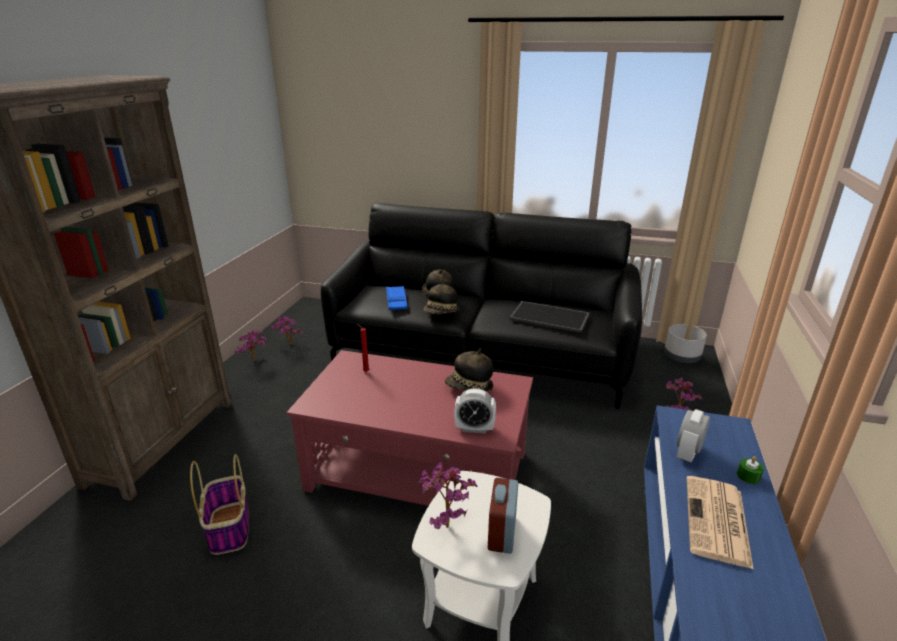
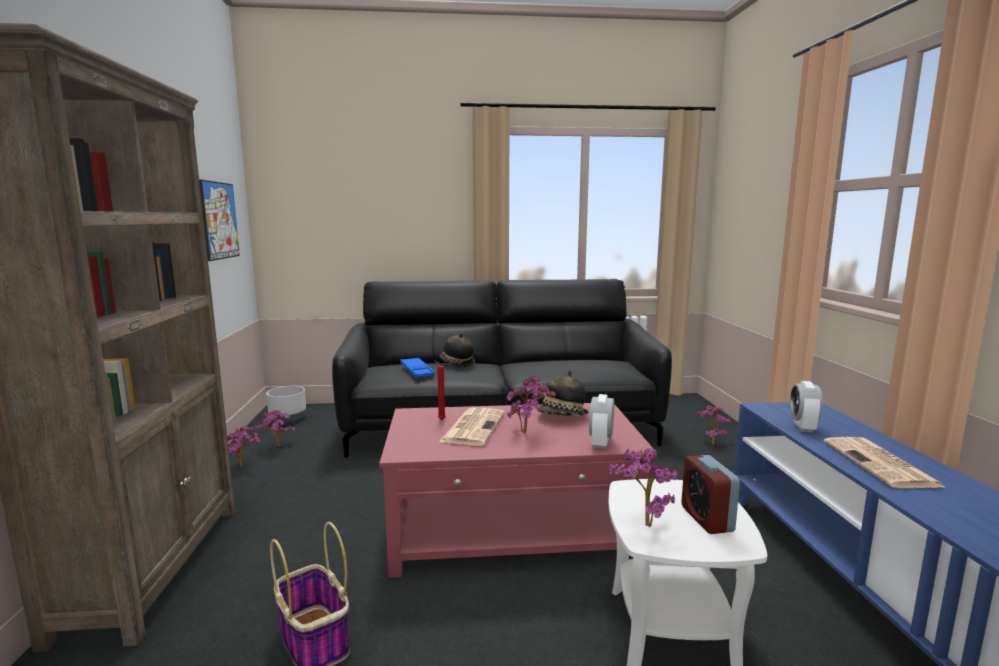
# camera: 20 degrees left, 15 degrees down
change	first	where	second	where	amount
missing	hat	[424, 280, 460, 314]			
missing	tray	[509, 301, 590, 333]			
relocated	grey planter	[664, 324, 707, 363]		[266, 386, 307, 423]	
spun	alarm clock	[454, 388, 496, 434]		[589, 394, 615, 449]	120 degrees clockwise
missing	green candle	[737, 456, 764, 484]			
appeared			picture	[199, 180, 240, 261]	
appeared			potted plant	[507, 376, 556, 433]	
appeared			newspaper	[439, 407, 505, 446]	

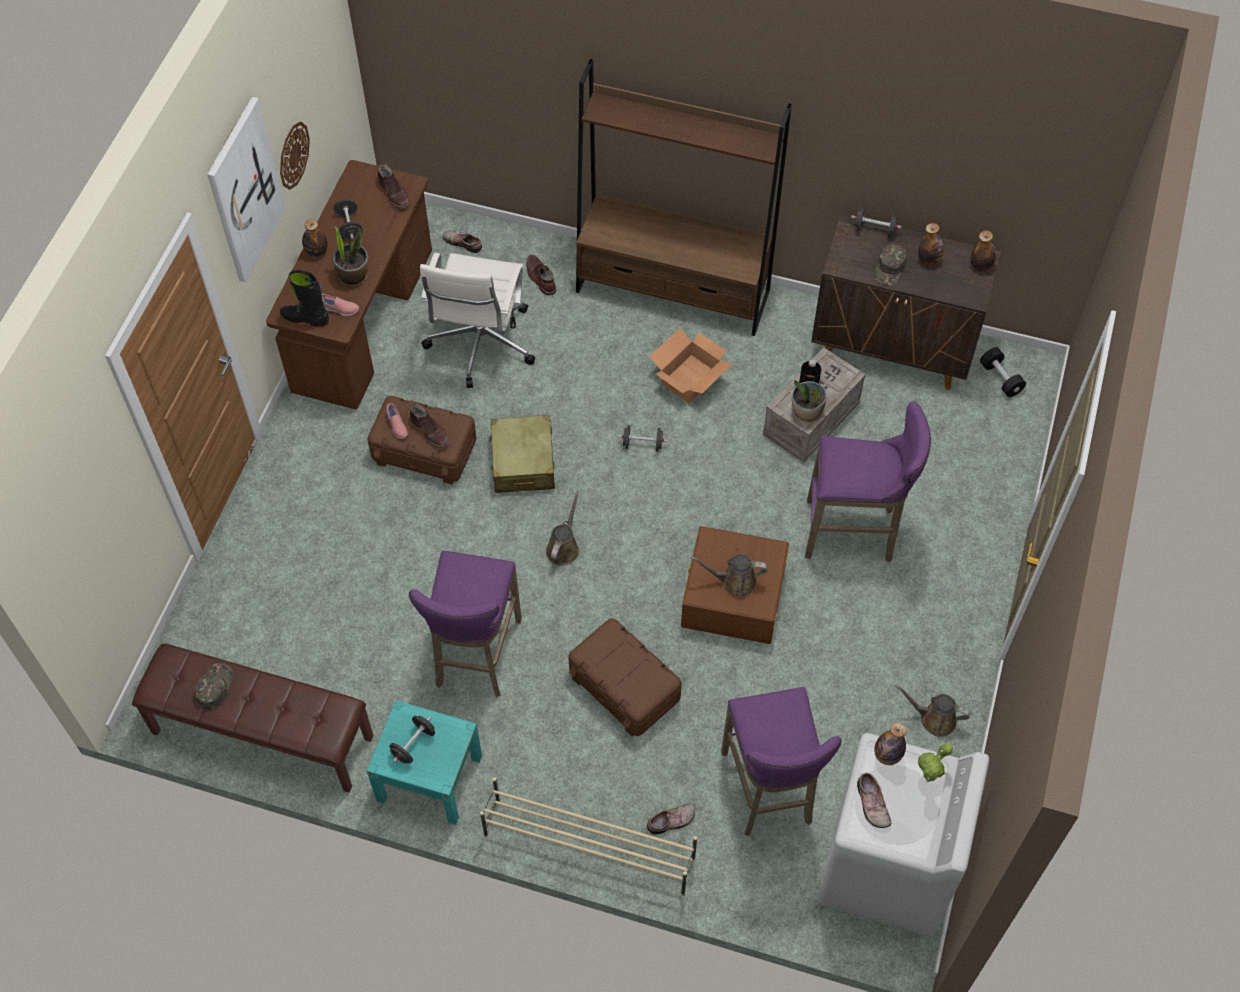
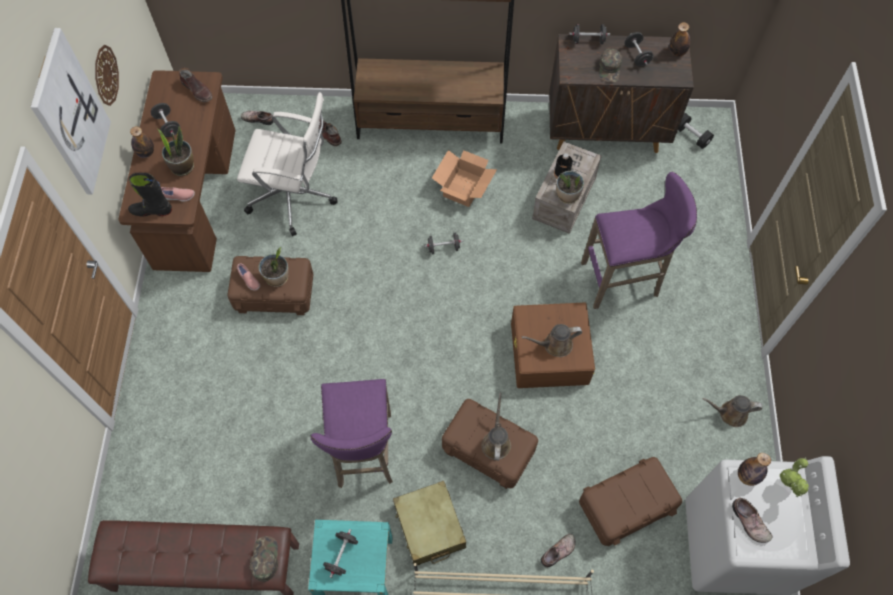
# camera: 15 degrees left, 5 degrees up
change	first	where	second	where	amount
exchanged	bottle	[918, 223, 943, 266]	black dumbbell	[624, 32, 654, 66]	
spun	white office chair	[420, 253, 535, 388]		[237, 92, 338, 236]	75 degrees counterclockwise
exchanged	brown boot	[410, 403, 449, 448]	potted plant	[258, 247, 289, 287]	
relocated	beige suitcase	[489, 415, 555, 493]		[393, 481, 466, 565]	
relocated	brown watering can	[546, 491, 579, 566]		[481, 393, 511, 461]	
relocated	green cap	[194, 663, 233, 709]		[250, 536, 278, 582]	
exchanged	purple stool	[721, 687, 842, 836]	brown storage box	[579, 457, 682, 546]	

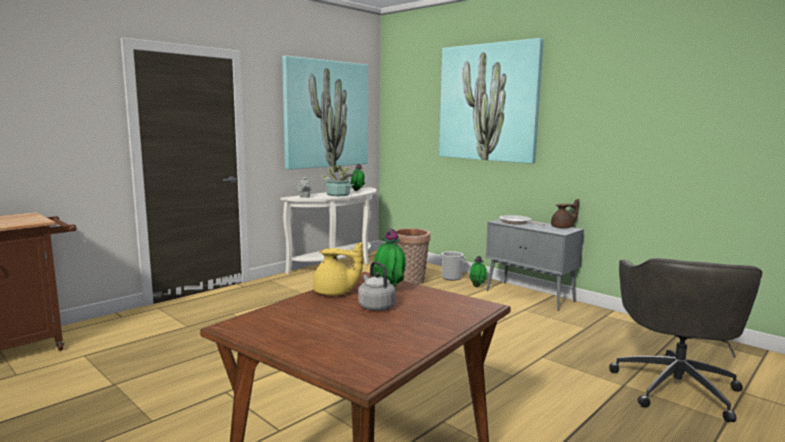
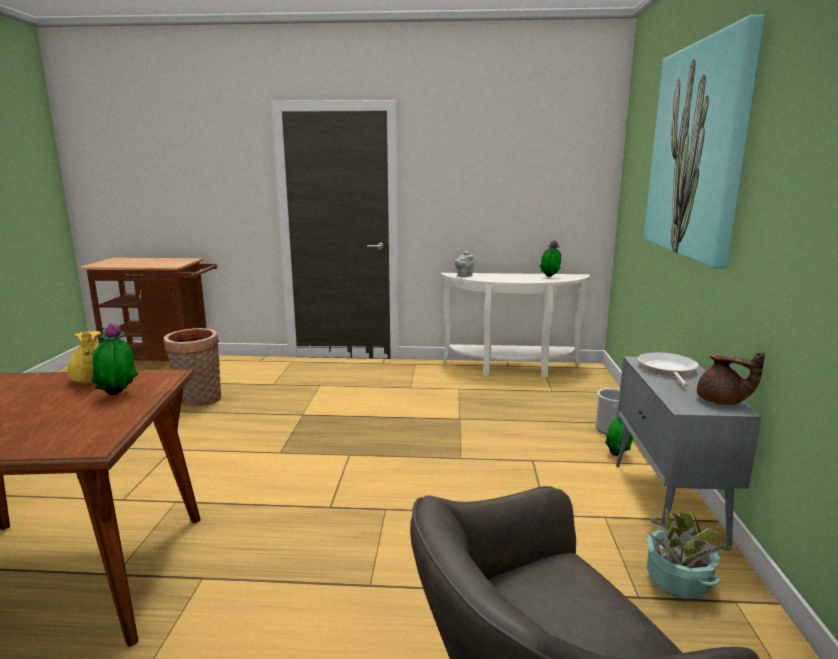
# camera: 50 degrees right, 5 degrees up
change	first	where	second	where	amount
missing	picture	[282, 55, 368, 170]			
relocated	potted plant	[321, 165, 355, 196]		[647, 508, 739, 599]	
relocated	basket	[395, 228, 430, 284]		[164, 328, 221, 407]	
missing	grey kettle	[358, 261, 396, 311]			

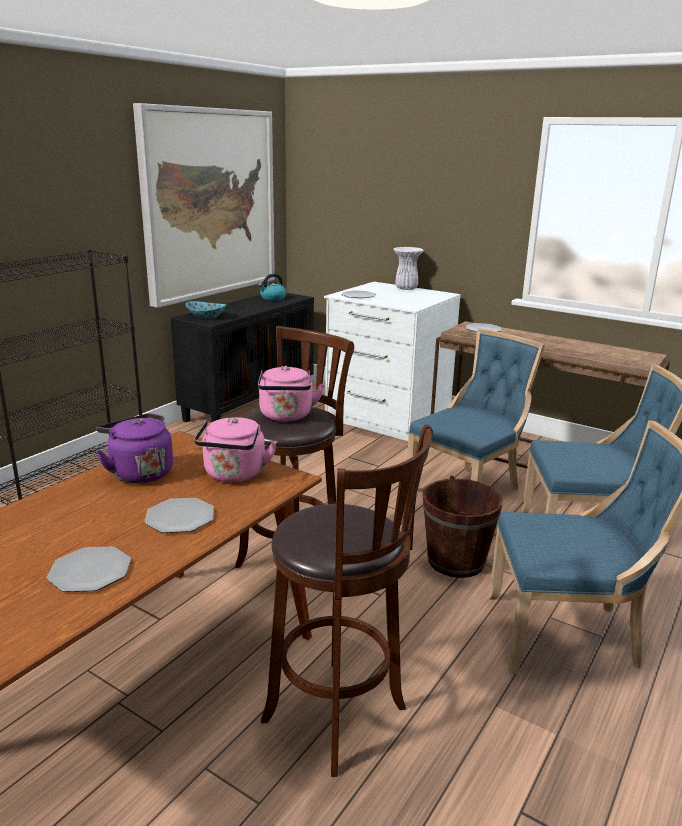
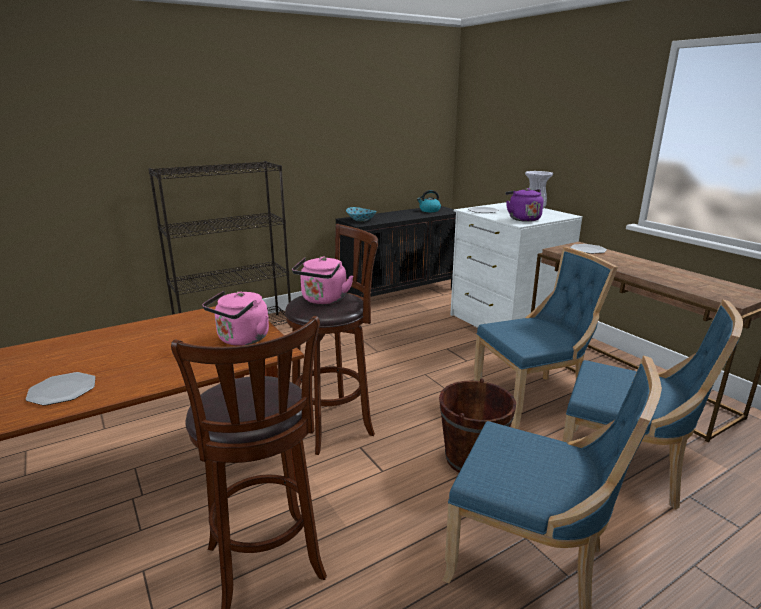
# camera: 25 degrees right, 0 degrees up
change	first	where	second	where	amount
missing	picture	[133, 103, 275, 308]			
relocated	purple kettle	[96, 413, 173, 484]		[505, 188, 543, 222]	
missing	plate	[144, 498, 214, 533]			

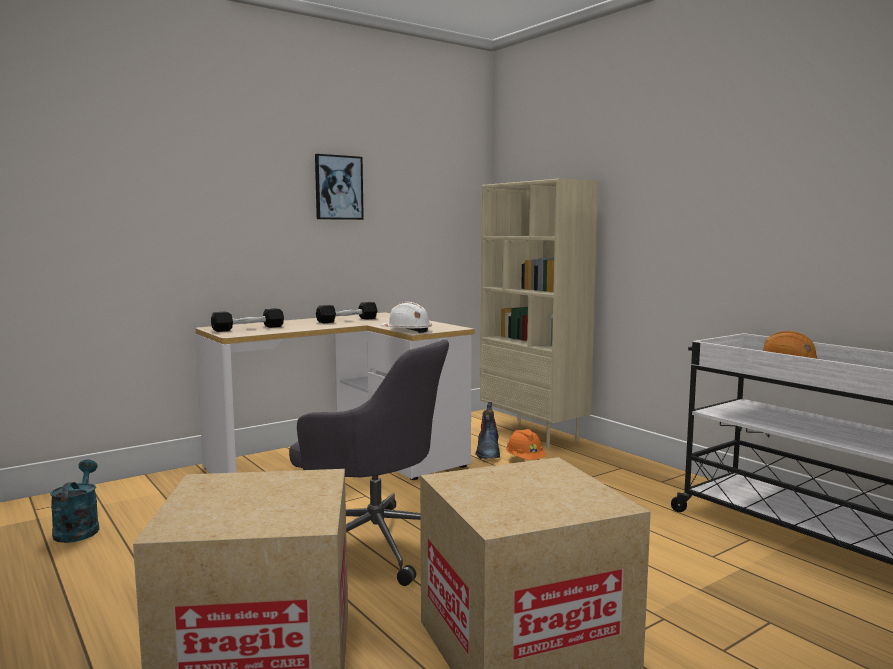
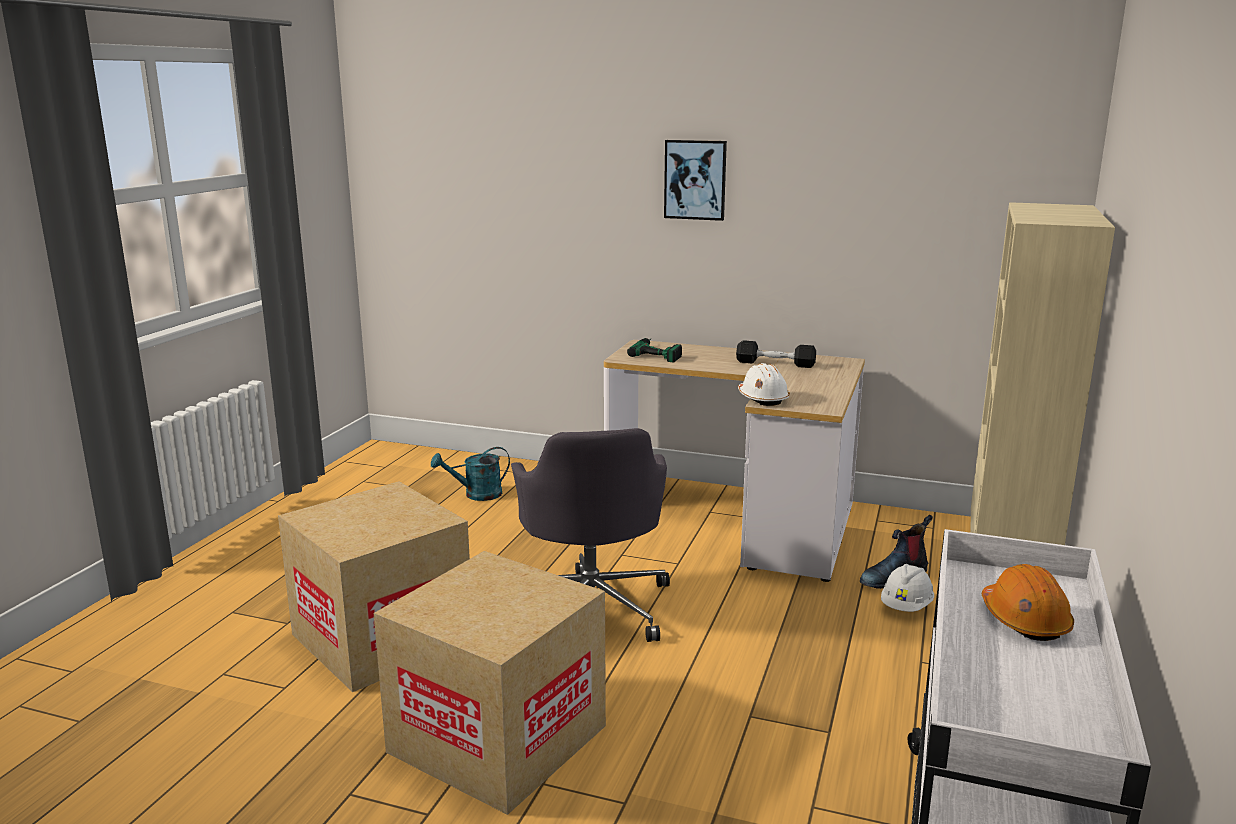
# camera: 55 degrees right, 10 degrees up
change	first	where	second	where	amount
relocated	picture	[315, 154, 364, 220]		[664, 140, 727, 221]	
exchanged	black dumbbell	[211, 308, 284, 332]	power drill	[627, 338, 682, 362]	
colour	orange hard hat	[506, 429, 546, 460]	white hard hat	[881, 564, 934, 612]	
spun	turquoise watering can	[50, 460, 99, 543]		[431, 447, 510, 501]	150 degrees counterclockwise

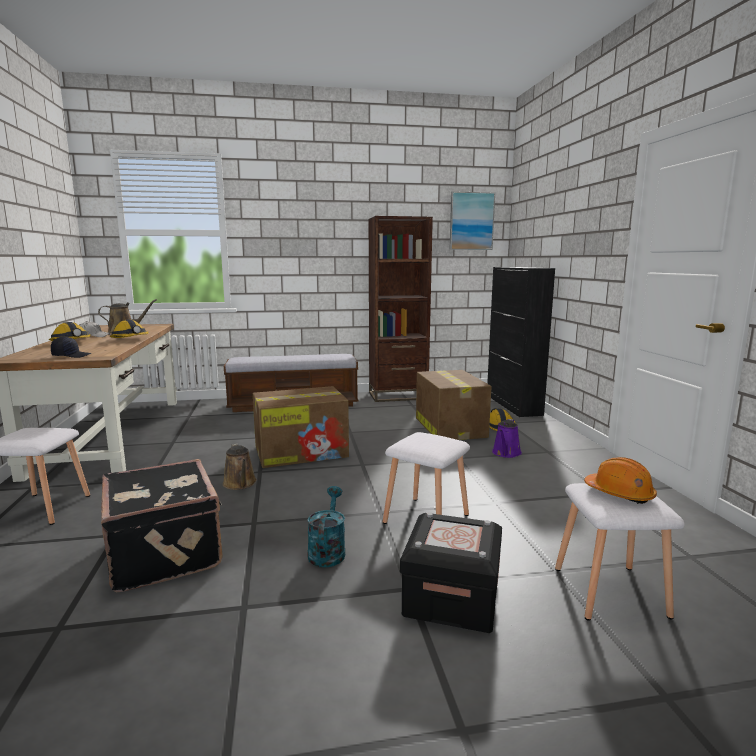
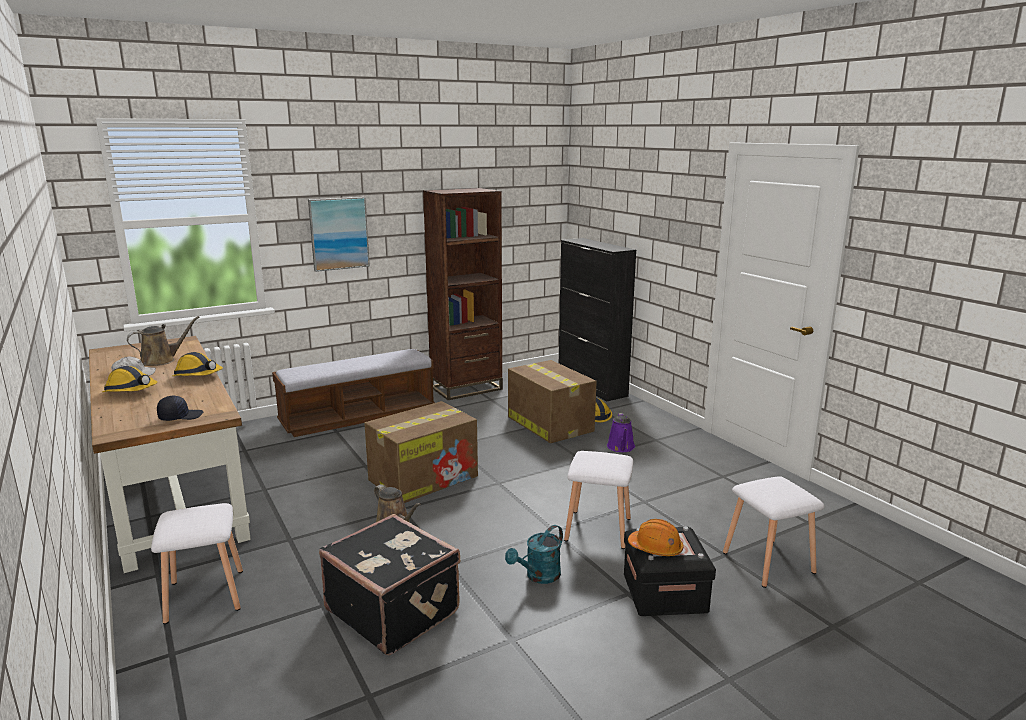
# camera: 20 degrees left, 5 degrees up
change	first	where	second	where	amount
relocated	picture	[450, 191, 495, 250]		[308, 197, 370, 272]	
relocated	orange hard hat	[584, 457, 657, 504]		[628, 519, 683, 557]	
spun	turquoise watering can	[308, 486, 345, 568]		[505, 525, 563, 584]	120 degrees counterclockwise

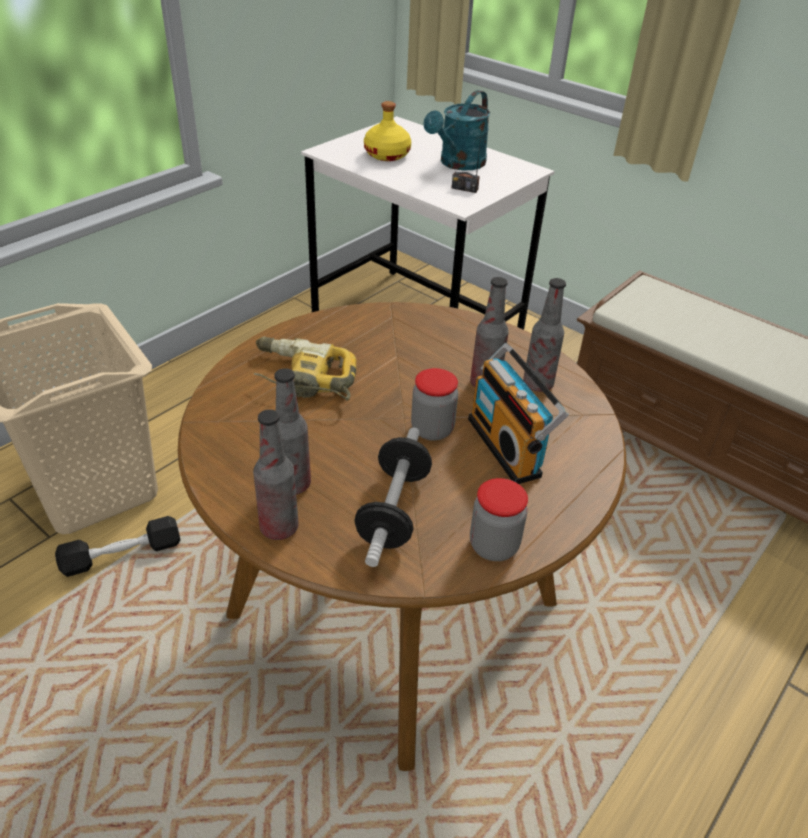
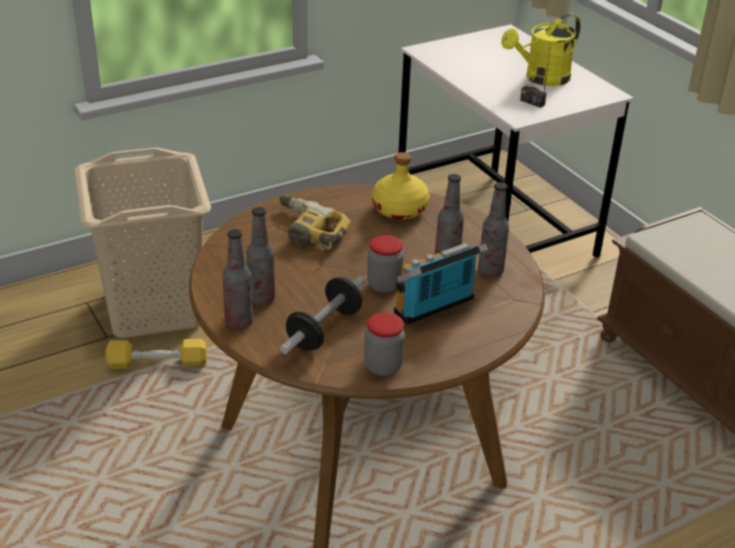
# camera: 20 degrees right, 5 degrees down
change	first	where	second	where	amount
colour	turquoise watering can	[424, 90, 490, 171]	yellow watering can	[501, 13, 580, 86]	
relocated	yellow bottle	[364, 101, 411, 161]		[372, 152, 430, 219]	
spun	radio	[468, 343, 569, 484]		[394, 243, 488, 325]	60 degrees clockwise
colour	black dumbbell	[55, 516, 180, 577]	yellow dumbbell	[105, 339, 207, 369]	

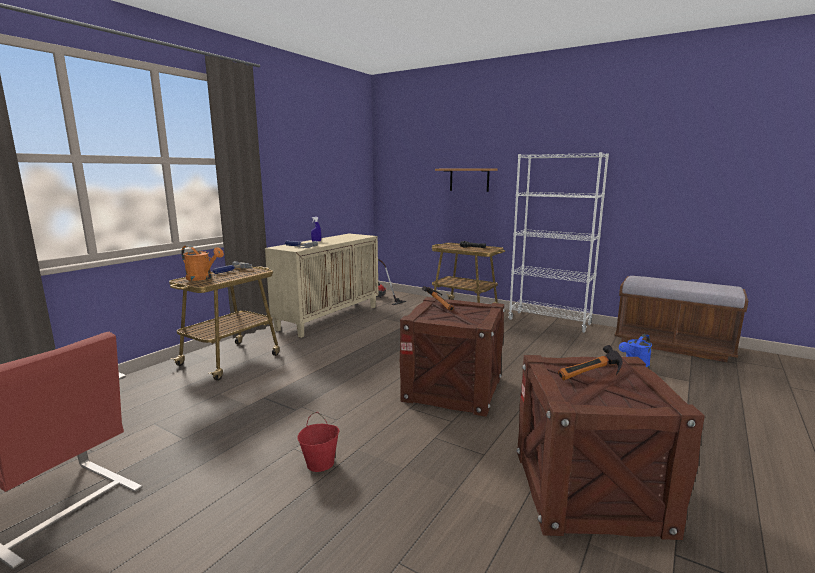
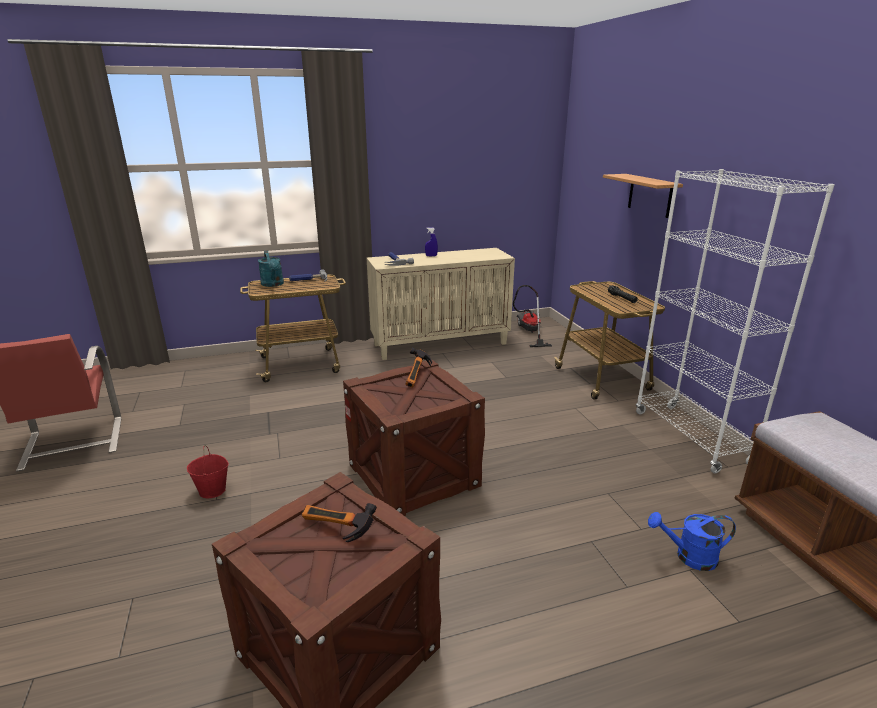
# camera: 40 degrees right, 10 degrees up
change	first	where	second	where	amount
colour	orange watering can	[181, 245, 224, 281]	turquoise watering can	[258, 251, 284, 287]	

